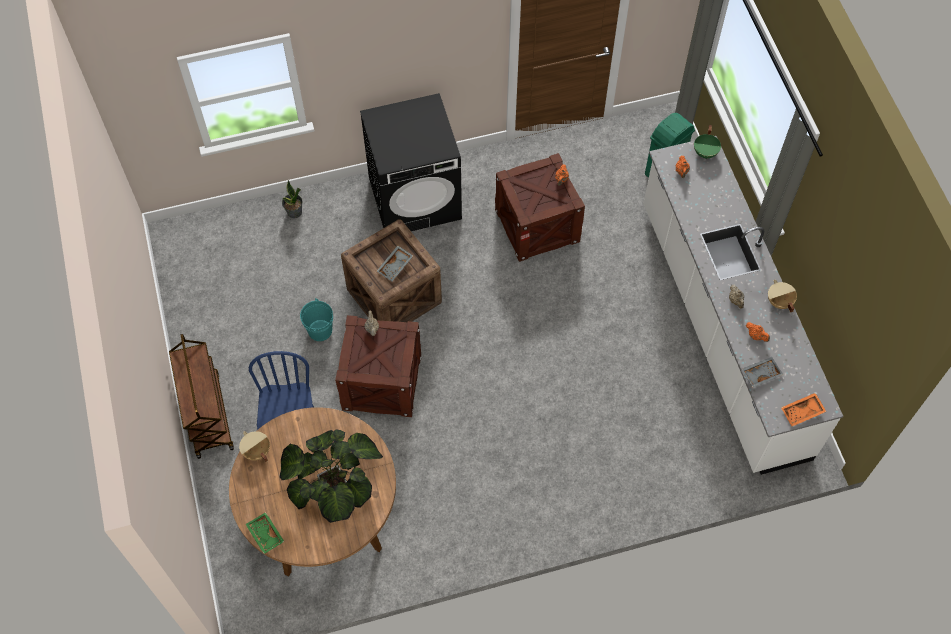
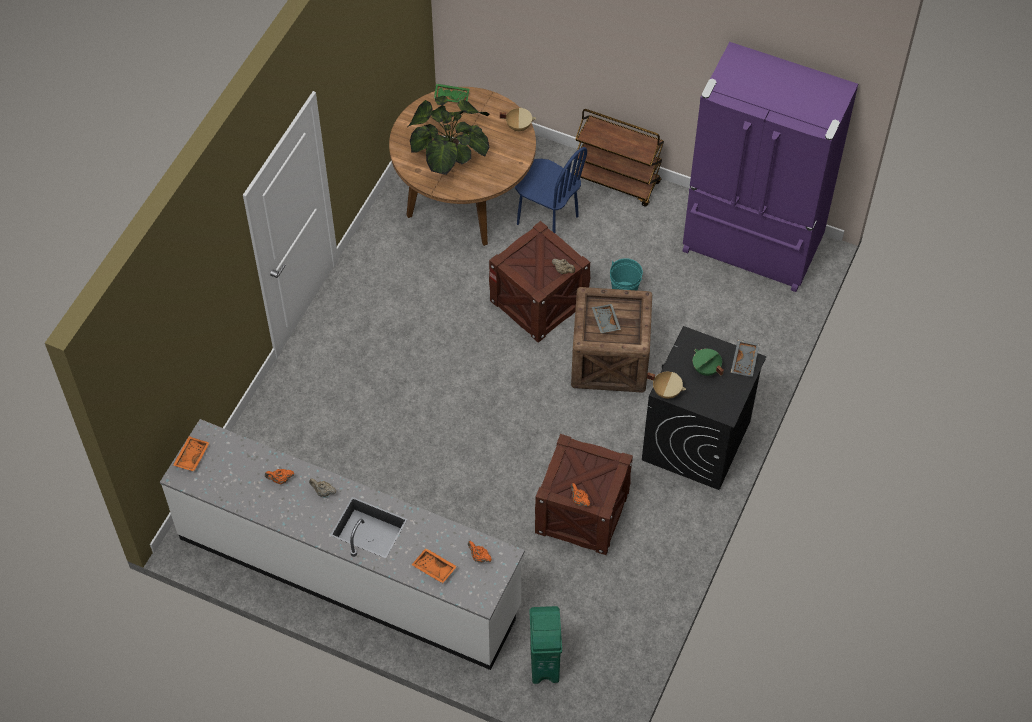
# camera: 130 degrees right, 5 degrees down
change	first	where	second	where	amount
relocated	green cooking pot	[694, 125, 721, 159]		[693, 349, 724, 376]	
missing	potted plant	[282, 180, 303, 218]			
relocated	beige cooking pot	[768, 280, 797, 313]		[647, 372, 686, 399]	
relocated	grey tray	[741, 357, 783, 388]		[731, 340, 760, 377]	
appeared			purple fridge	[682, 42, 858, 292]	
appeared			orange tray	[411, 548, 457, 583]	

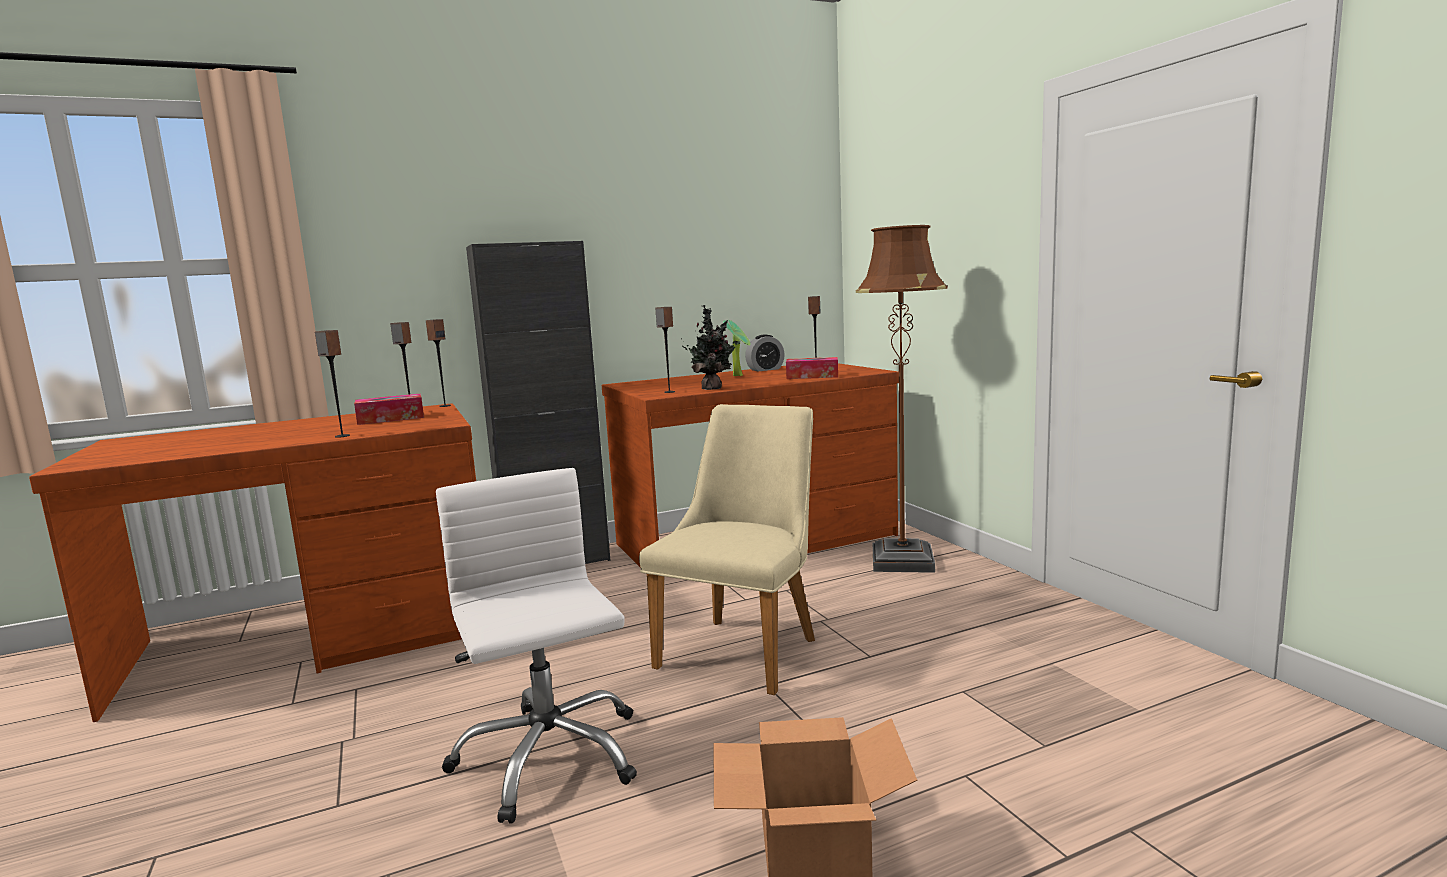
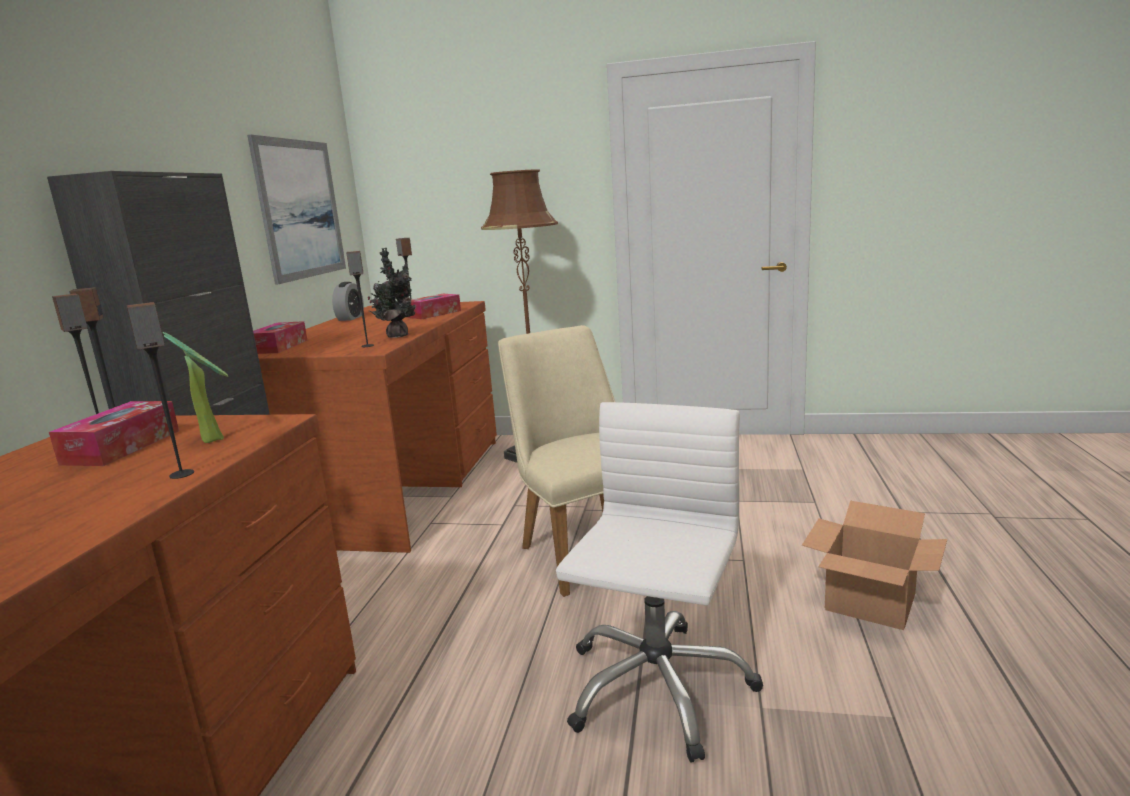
# camera: 55 degrees left, 5 degrees up
change	first	where	second	where	amount
relocated	potted plant	[723, 320, 751, 376]		[163, 332, 228, 443]	
spun	white office chair	[436, 468, 637, 824]		[556, 402, 763, 763]	105 degrees clockwise
appeared			picture	[247, 135, 346, 285]	
appeared			tissue box	[253, 321, 307, 354]	

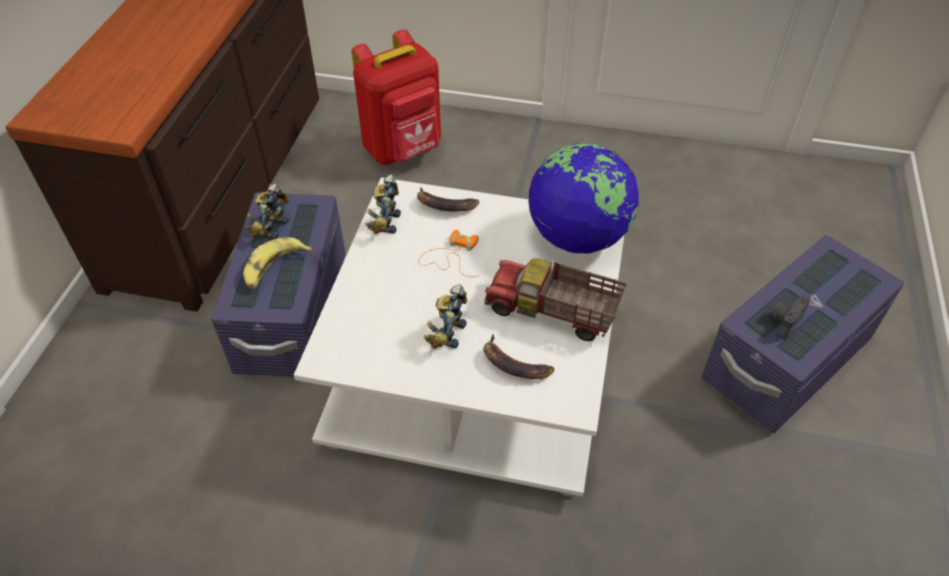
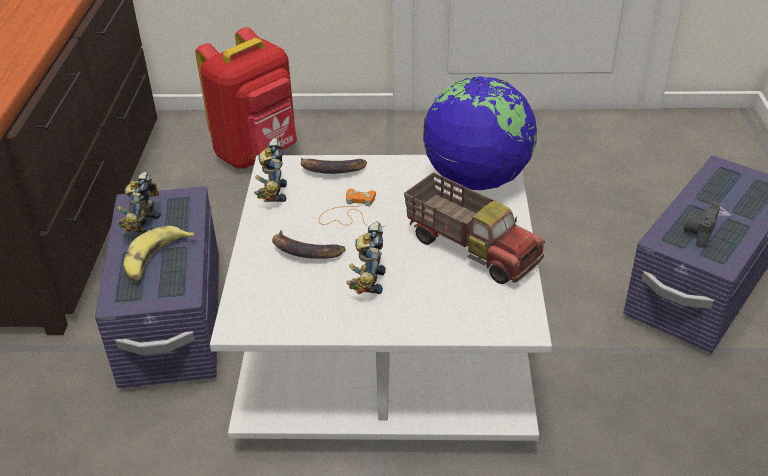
# camera: 10 degrees left, 10 degrees down
change	first	where	second	where	amount
spun	toy truck	[484, 258, 627, 341]		[404, 172, 545, 284]	150 degrees counterclockwise
relocated	banana	[483, 334, 554, 379]		[272, 230, 346, 259]	

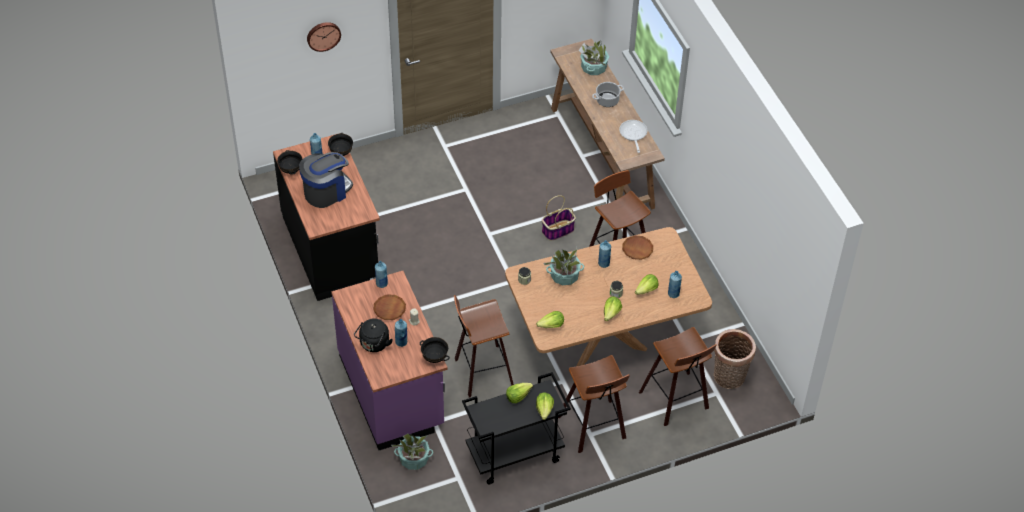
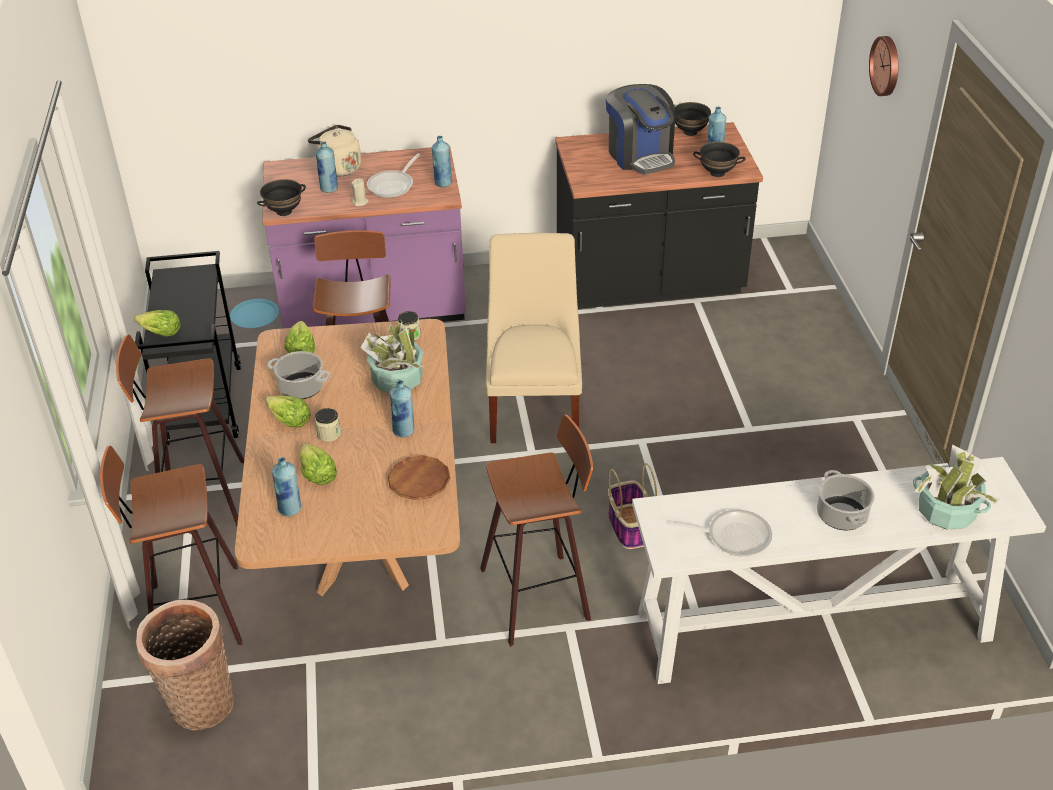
# camera: 105 degrees right, 10 degrees down
change	first	where	second	where	amount
colour	brown console table	[550, 39, 665, 209]	white console table	[632, 457, 1046, 684]	
exchanged	brown plate	[373, 295, 406, 320]	frying pan	[367, 153, 421, 198]	
colour	black kettle	[354, 319, 393, 352]	beige kettle	[308, 125, 361, 177]	
missing	lettuce	[506, 383, 533, 403]			
exchanged	potted plant	[391, 433, 433, 470]	blue plate	[230, 299, 279, 328]	
appeared			beige chair	[486, 233, 582, 443]	
appeared			cooking pot	[267, 351, 331, 399]	

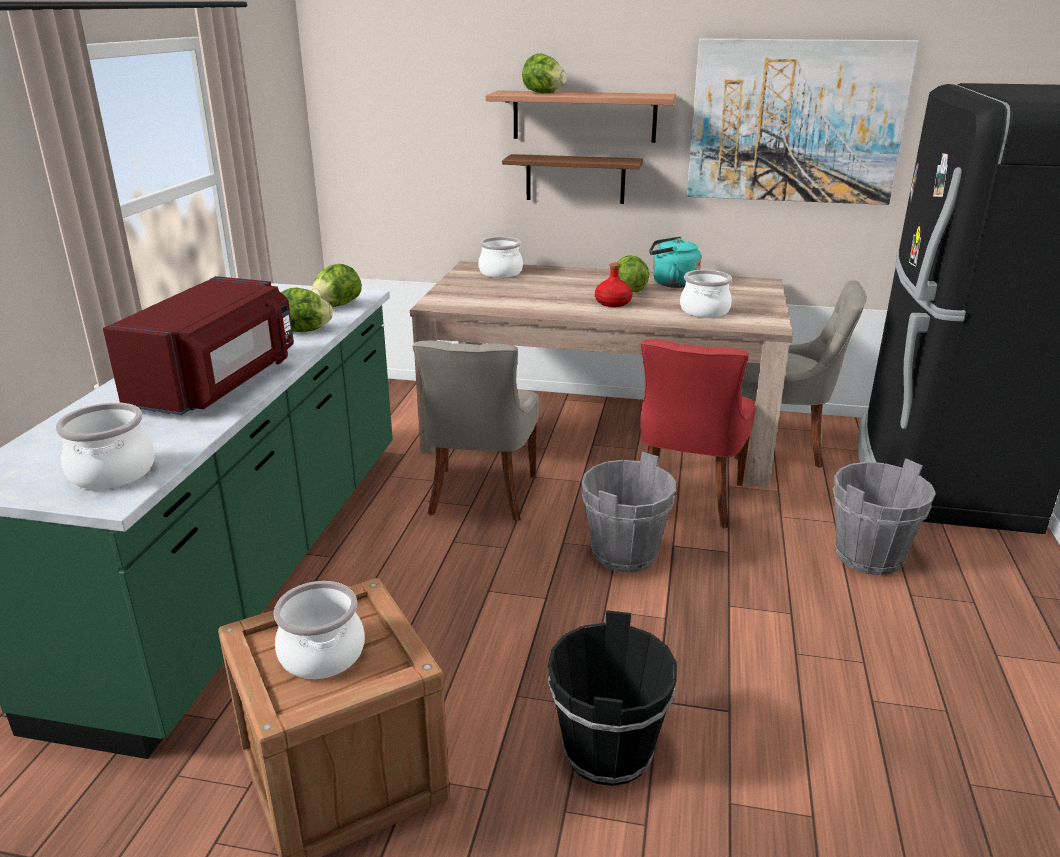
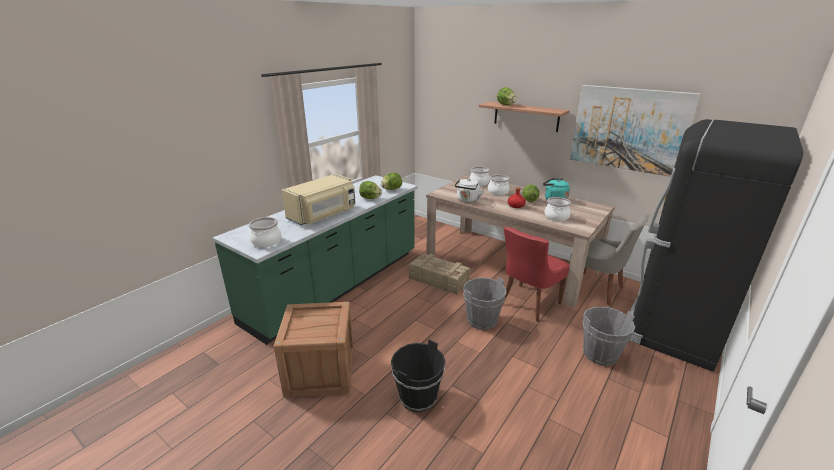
# camera: 25 degrees right, 0 degrees up
change	first	where	second	where	amount
missing	brown shelf	[502, 154, 643, 204]			
colour	red microwave	[103, 276, 294, 415]	beige microwave	[282, 174, 356, 225]	
exchanged	grey chair	[412, 340, 539, 522]	crate	[409, 254, 470, 295]	
relocated	cooking pot	[274, 581, 365, 679]		[488, 175, 510, 195]	
appeared			white kettle	[455, 179, 484, 202]	

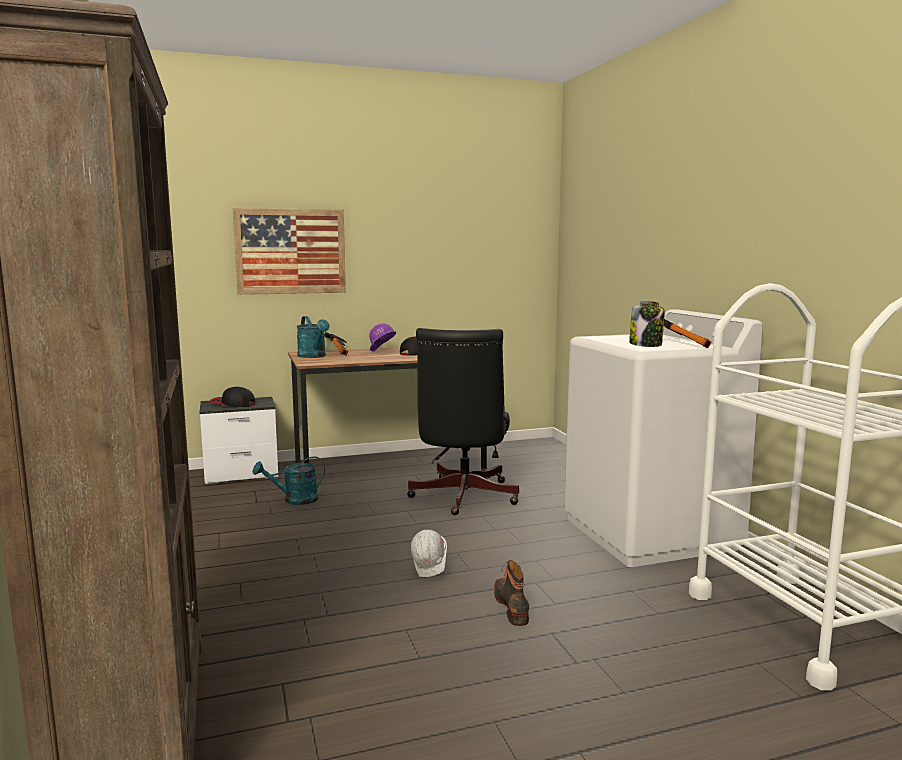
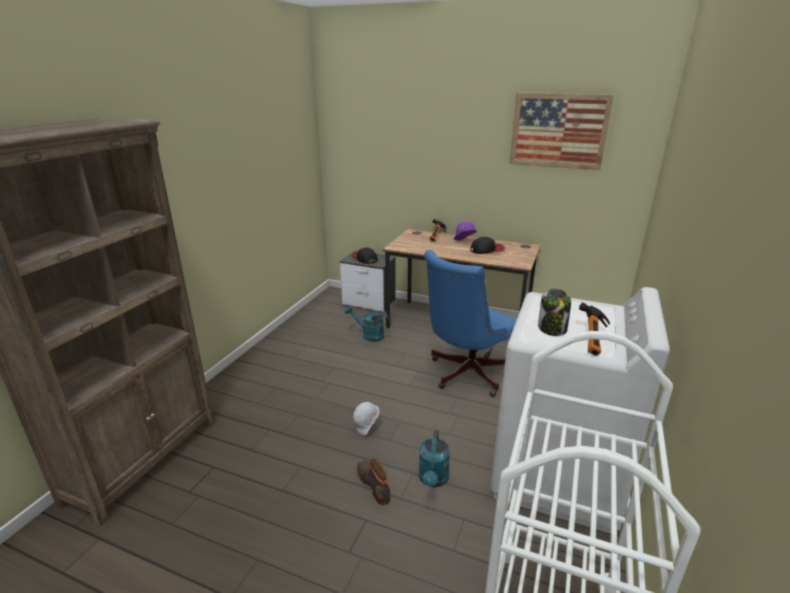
# camera: 40 degrees right, 15 degrees up
change	first	where	second	where	amount
relocated	picture	[233, 208, 346, 295]		[509, 92, 614, 170]	
relocated	turquoise watering can	[296, 316, 330, 358]		[419, 430, 450, 487]	
colour	black office chair	[407, 328, 519, 515]	blue office chair	[424, 250, 517, 397]	
spun	boot	[494, 560, 529, 626]		[357, 458, 390, 505]	60 degrees counterclockwise

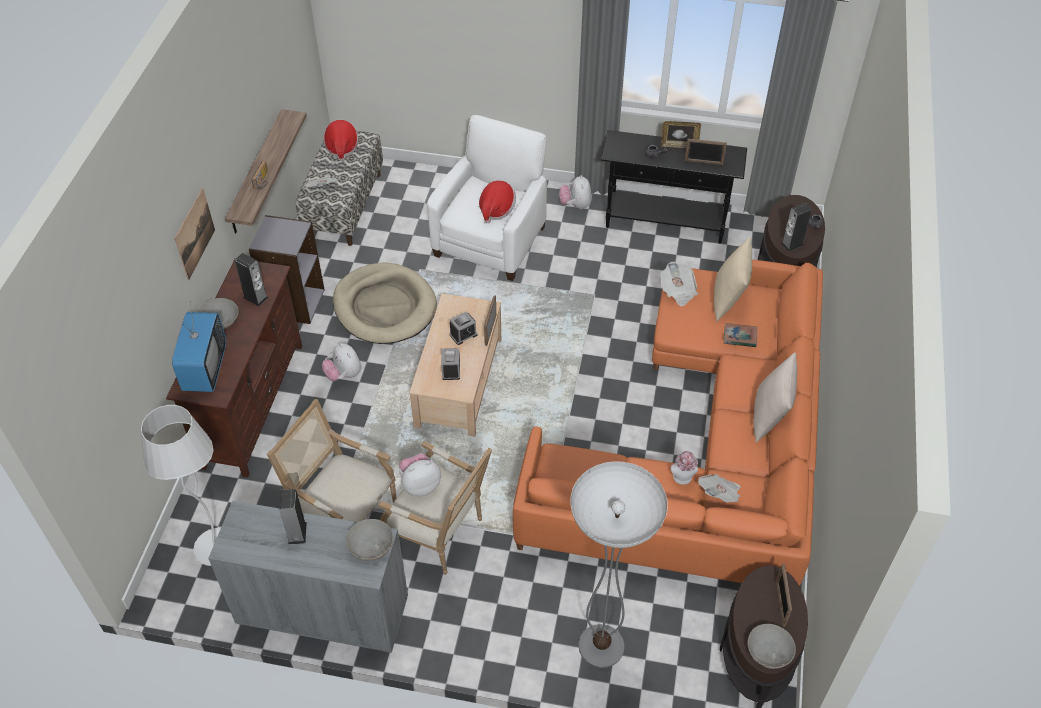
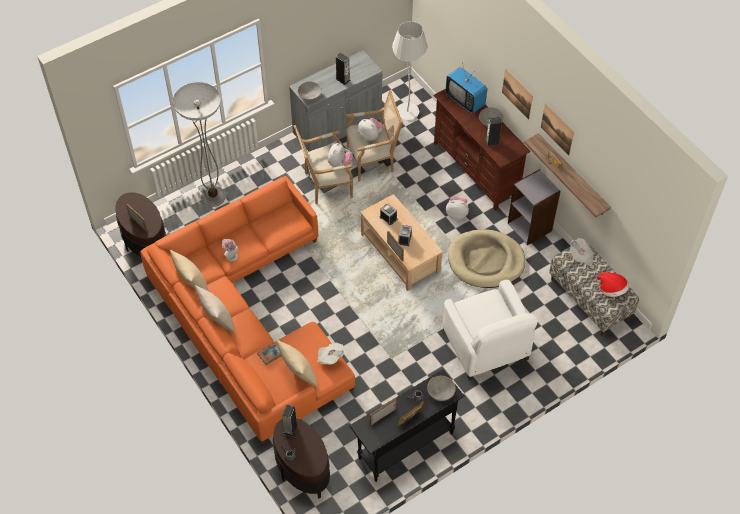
# camera: 135 degrees right, 5 degrees up
change	first	where	second	where	amount
relocated	plush toy	[559, 175, 592, 209]		[358, 118, 383, 141]	
missing	hat	[479, 181, 516, 223]			
missing	newspaper	[698, 474, 741, 502]			
relocated	grey bowl	[747, 624, 796, 669]		[427, 376, 456, 401]	
appeared			picture	[541, 103, 574, 156]	
appeared			beige pillow	[170, 250, 208, 291]	

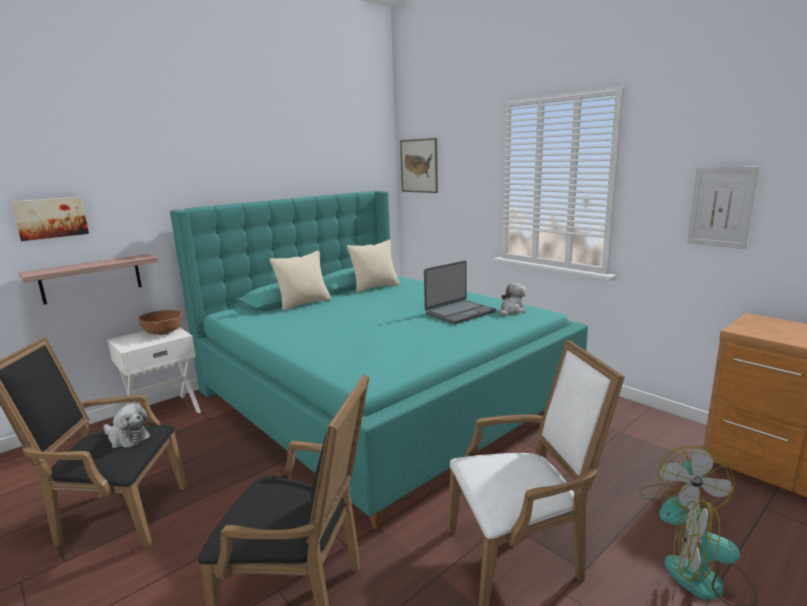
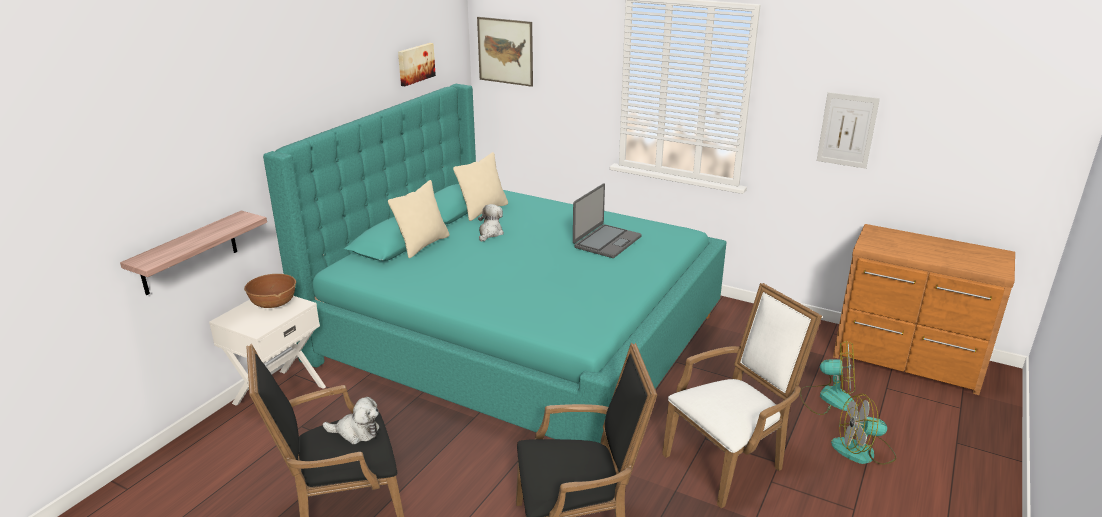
# camera: 20 degrees left, 10 degrees up
change	first	where	second	where	amount
relocated	picture	[11, 197, 89, 241]		[398, 43, 436, 86]	
relocated	plush toy	[500, 283, 526, 316]		[478, 204, 504, 242]	
spun	fan	[639, 446, 735, 525]		[800, 340, 855, 415]	75 degrees counterclockwise

